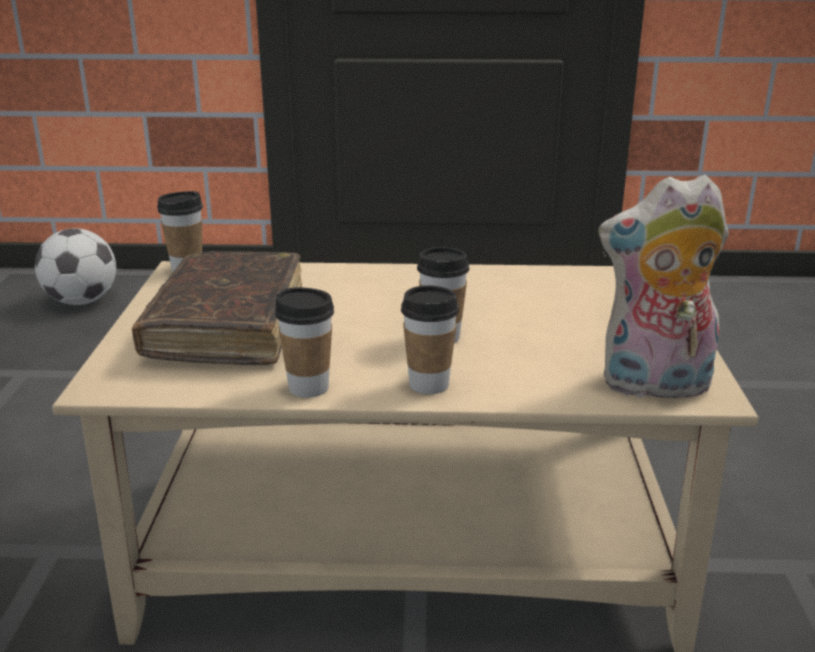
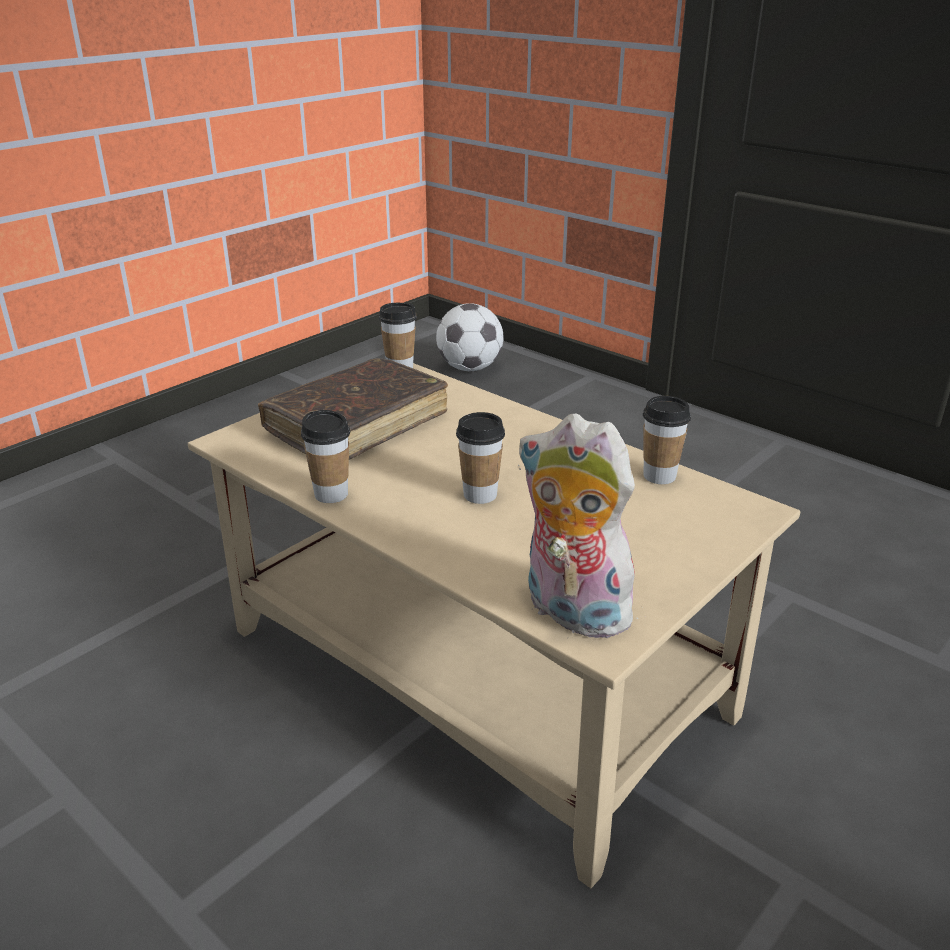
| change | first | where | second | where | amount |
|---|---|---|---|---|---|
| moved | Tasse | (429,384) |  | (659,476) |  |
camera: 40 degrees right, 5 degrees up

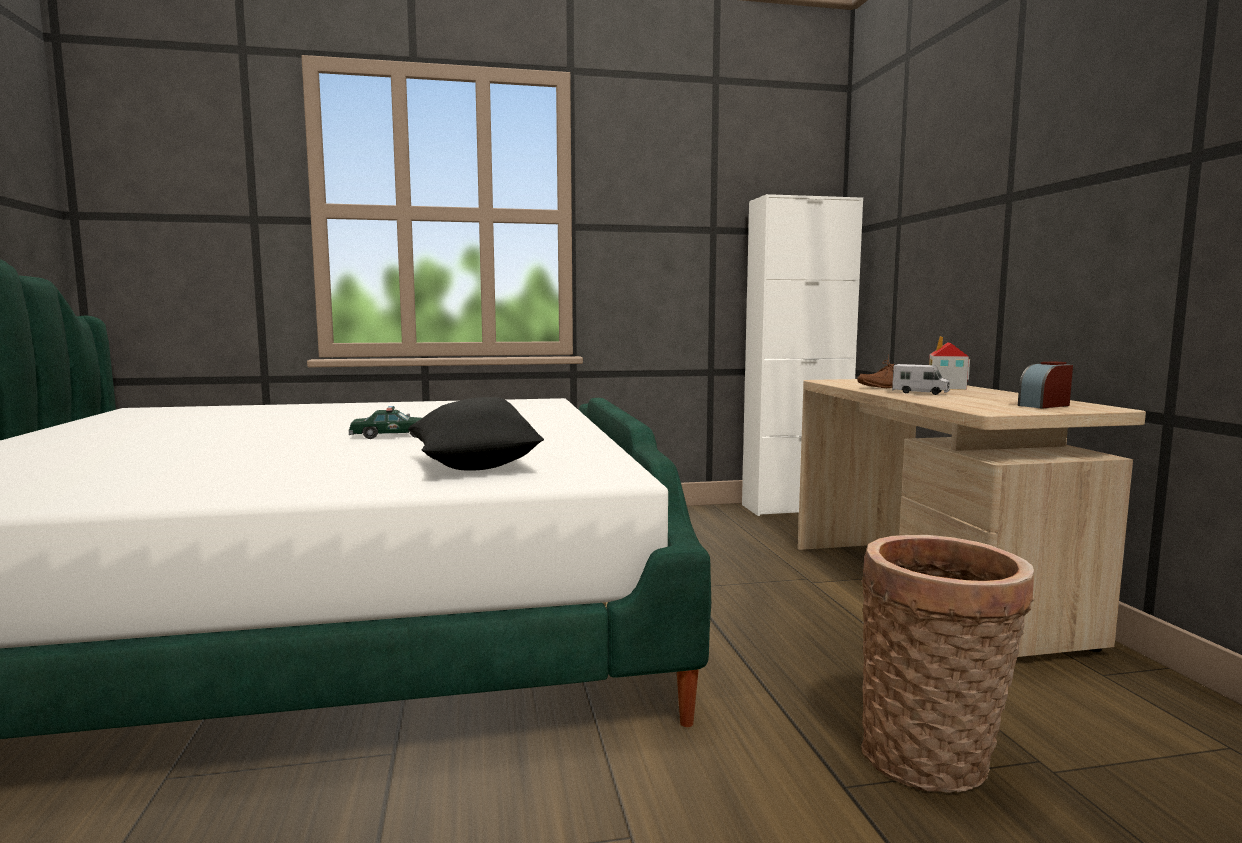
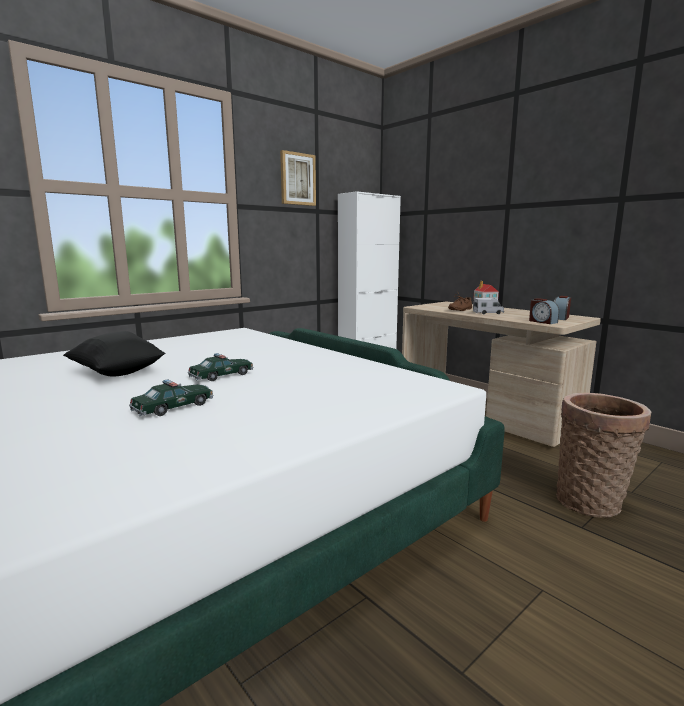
| change | first | where | second | where | amount |
|---|---|---|---|---|---|
| added |  |  | Spielzeugauto | (173,407) |  |
| added |  |  | Bild | (297,179) |  |
| added |  |  | Wecker | (542,322) |  |
| moved | Kissen (schwarz) | (474,466) |  | (117,373) |  |
camera: 30 degrees left, 5 degrees up

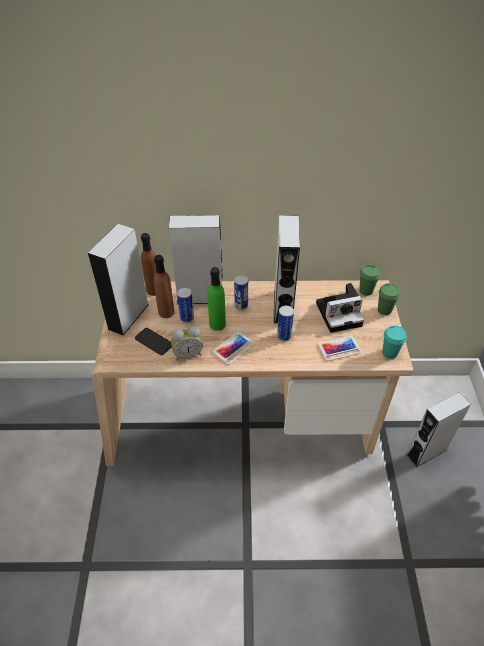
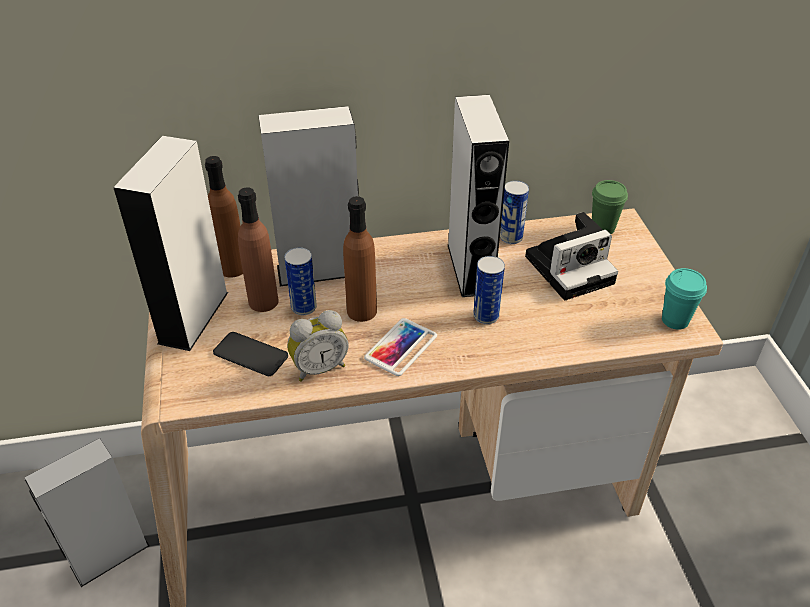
| change | first | where | second | where | amount |
|---|---|---|---|---|---|
| removed | Handy | (339,348) |  |  |  |
| removed | Tasse (grün) | (384,310) |  |  |  |
| moved | Dose | (241,305) |  | (511,237) |  |
| moved | Lautsprecher (grau) | (426,452) |  | (109,555) |  |
| recoloured | Flasche (grün) | (217,324) | Flasche (braun) | (362,311) |  |
camera: 10 degrees left, 5 degrees down

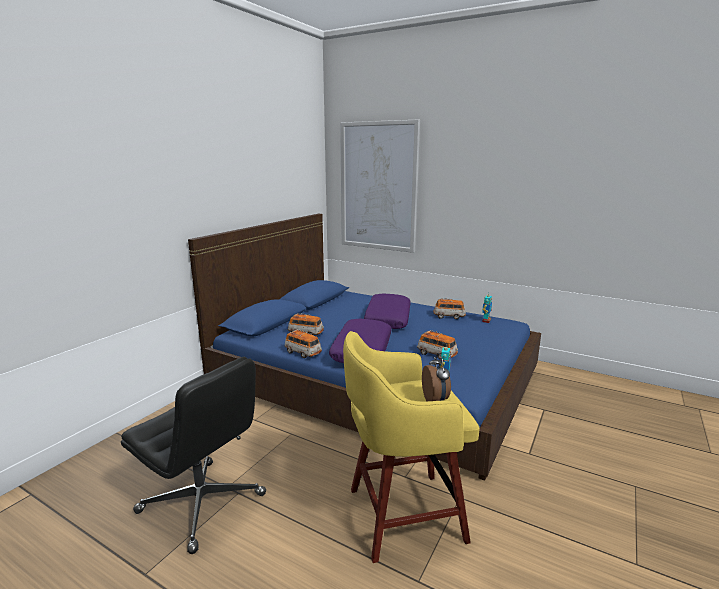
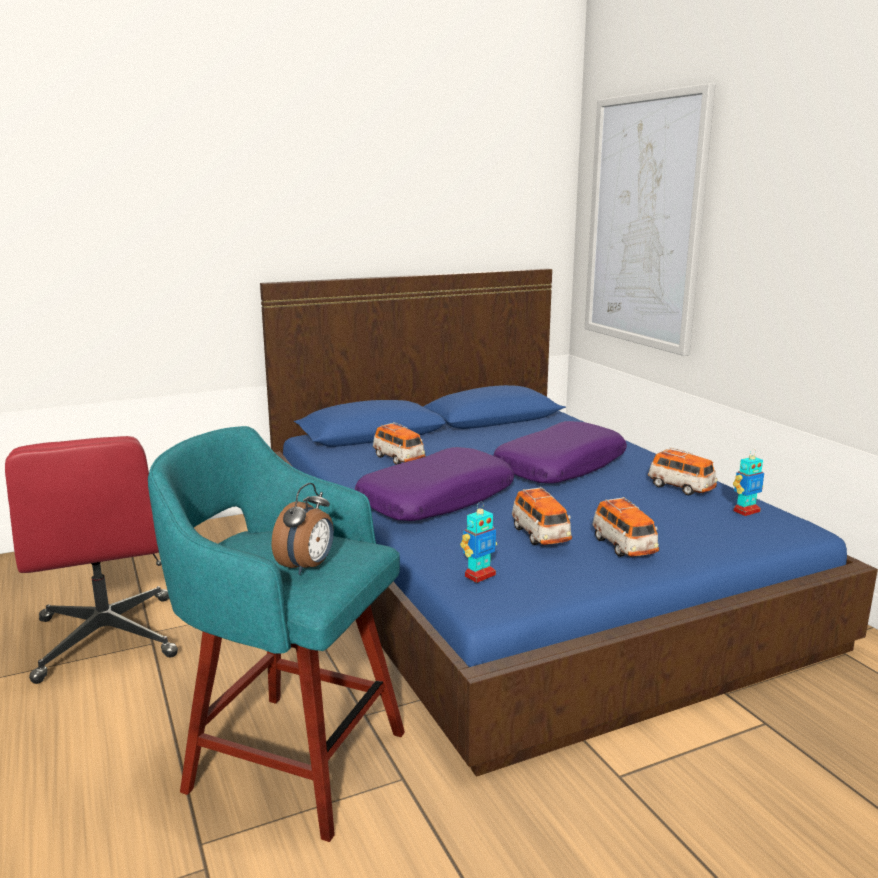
| change | first | where | second | where | amount |
|---|---|---|---|---|---|
| moved | Spielzeugauto | (303,353) |  | (623,546) |  |
| recoloured | Bürostuhl (schwarz) | (203,503) | Bürostuhl (rot) | (107,639) |  |
| recoloured | Hocker (gelb) | (401,515) | Hocker (türkis) | (291,758) |  |
camera: 35 degrees right, 0 degrees up

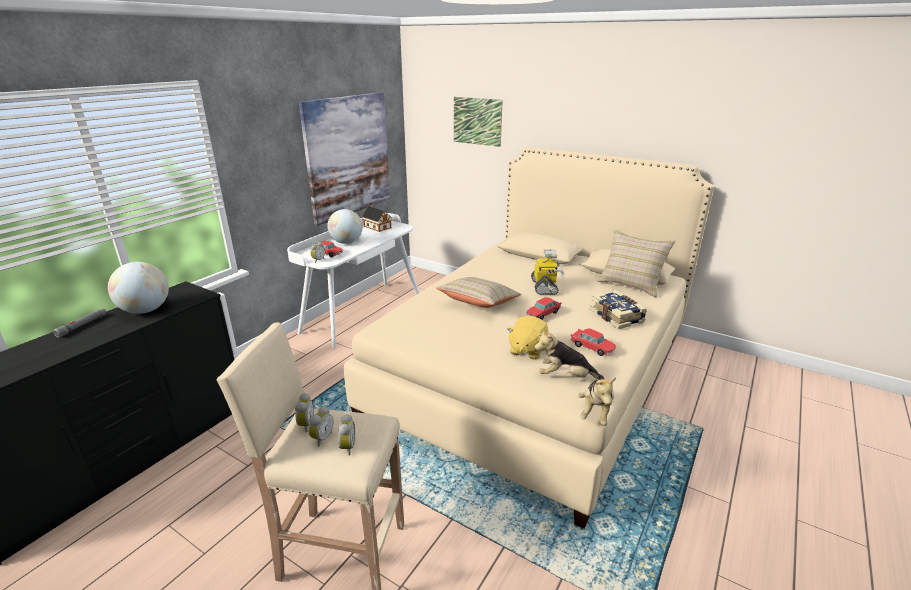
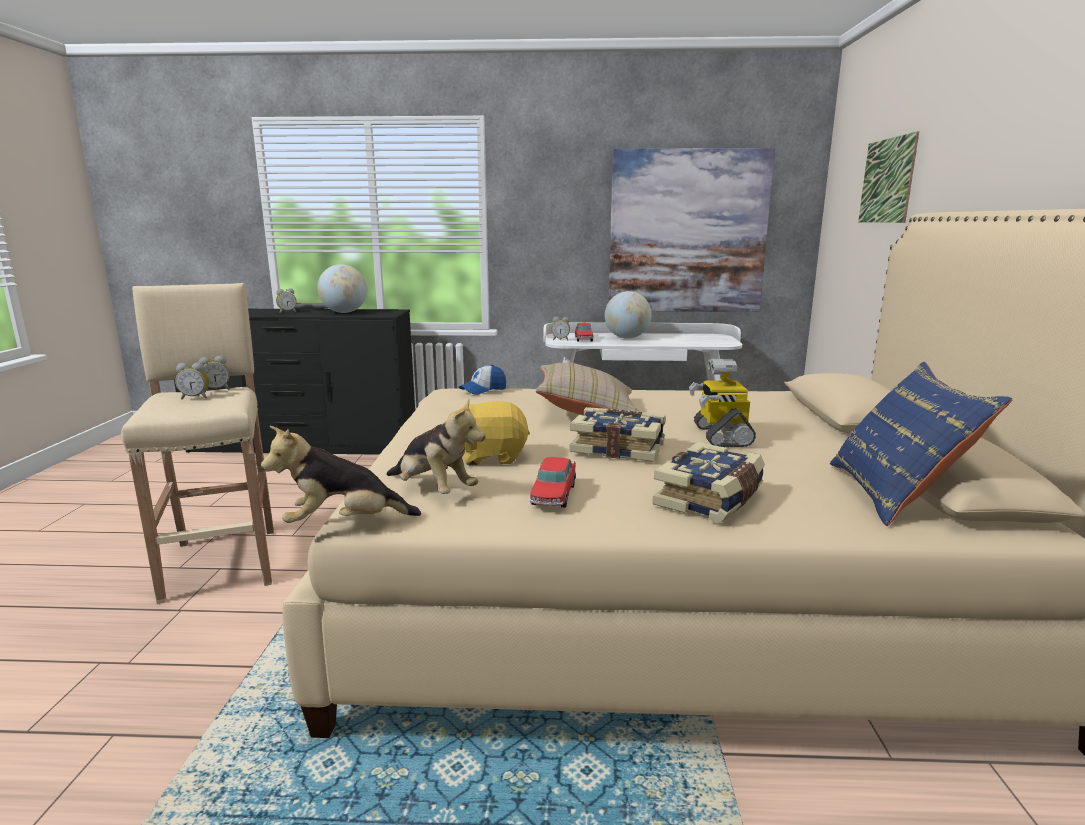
| change | first | where | second | where | amount |
|---|---|---|---|---|---|
| removed | Spielzeughaus | (377,227) |  |  |  |
| added |  |  | Kappe | (483,390) |  |
| moved | Wecker | (346,447) |  | (287,312) |  |
| replaced | Spielzeugauto | (543,314) | Buch | (618,448) |  |
| recoloured | Kissen (beige) | (631,284) | Kissen (blau) | (896,495) |  |
| turned | Spielzeugroboter | (545,287) |  | (720,435) | 120 degrees clockwise |
| turned | Plüschtier | (565,377) |  | (434,490) | 150 degrees clockwise |
camera: 60 degrees right, 10 degrees down

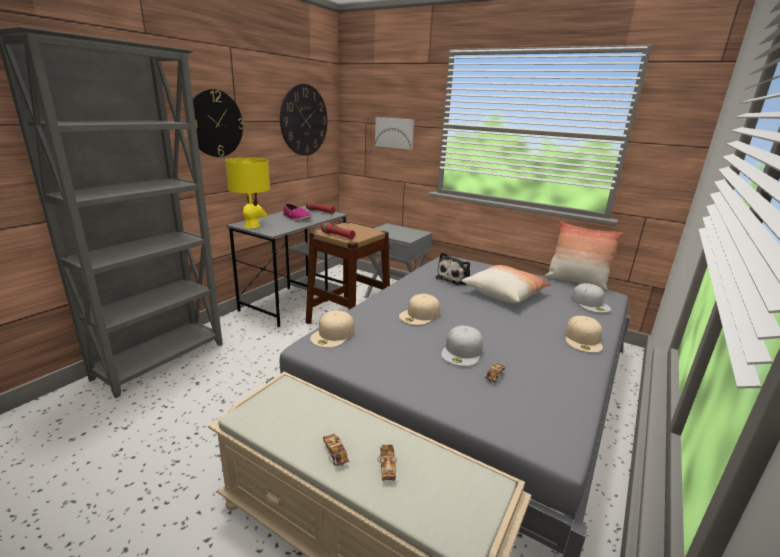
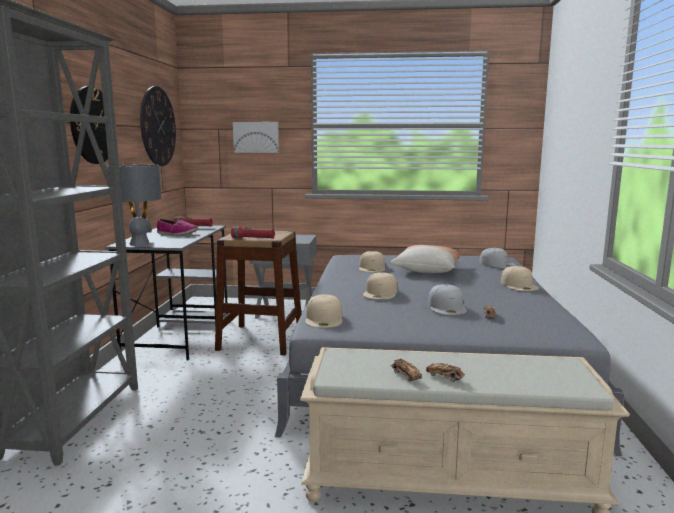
| change | first | where | second | where | amount |
|---|---|---|---|---|---|
| removed | Kissen | (576,282) |  |  |  |
| moved | Spielzeugauto | (387,467) |  | (406,376) |  |
| replaced | Plüschtier | (455,279) | Kappe (beige) | (372,267) |  |
| recoloured | Tischlampe (gelb) | (252,226) | Tischlampe (grau) | (140,243) |  |
camera: 25 degrees left, 10 degrees down

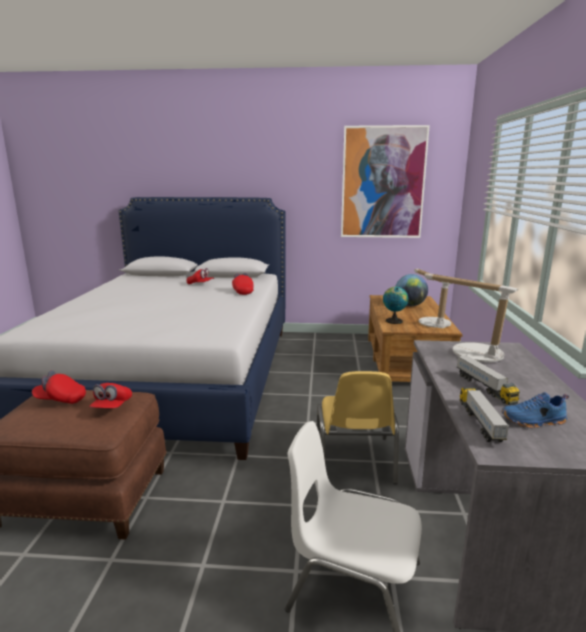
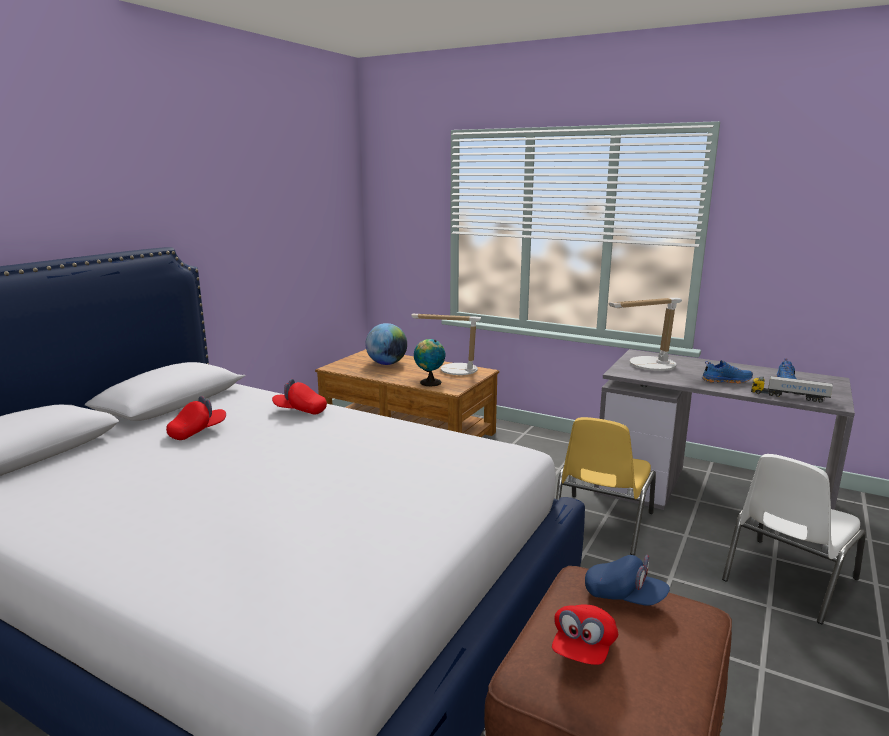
| change | first | where | second | where | amount |
|---|---|---|---|---|---|
| removed | Bild | (382,183) |  |  |  |
| replaced | Spielzeuglaster | (484,388) | Schuh (blau) | (725,380) |  |
| recoloured | Kappe (rot) | (112,407) | Kappe (blau) | (624,597) |  |
| turned | Stuhl (gelb) | (354,460) |  | (601,524) | 90 degrees clockwise |
camera: 65 degrees left, 0 degrees up

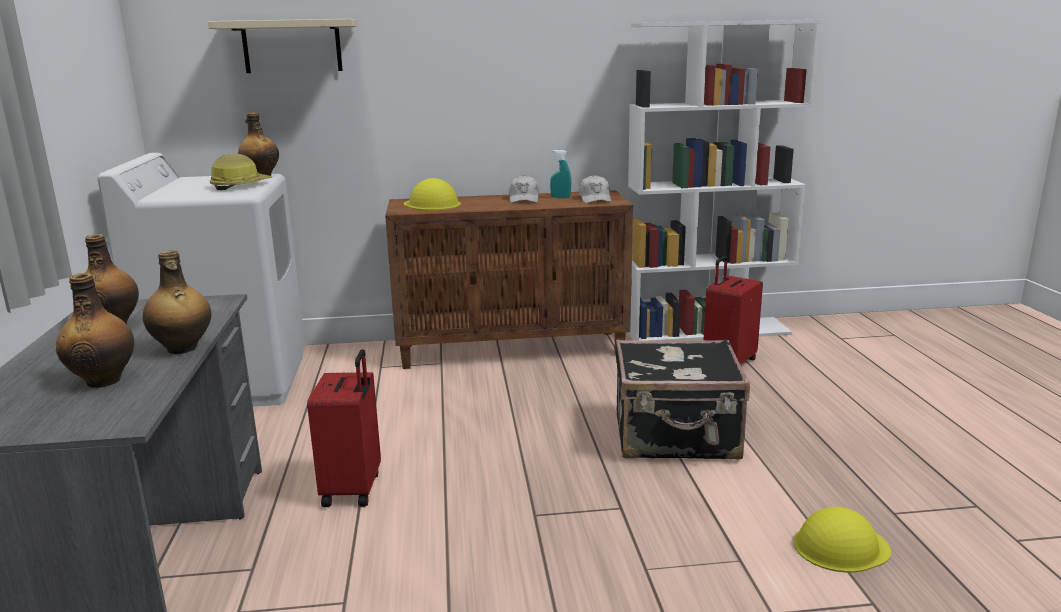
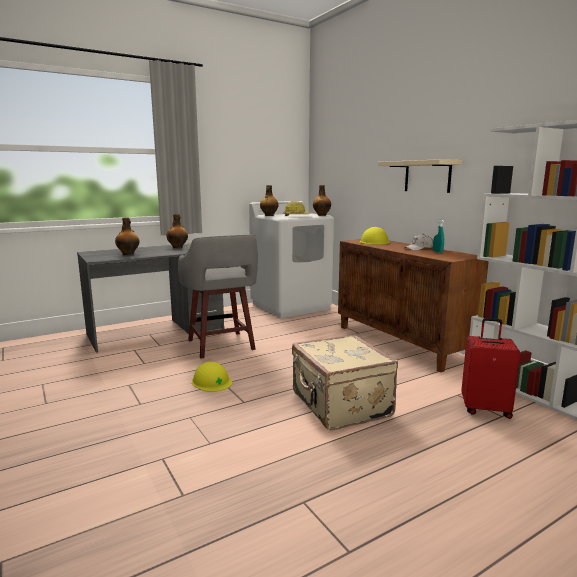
| change | first | where | second | where | amount |
|---|---|---|---|---|---|
| removed | Kappe (weiß) | (595,199) |  |  |  |
| moved | Flasche | (182,349) |  | (269,215) |  |
| moved | Wandregal (beige) | (292,46) |  | (427,176) |  |
| moved | Schutzhelm (gelb) | (840,546) |  | (211,381) |  |
| replaced | Koffer (rot) | (354,489) | Hocker (grau) | (221,346) |  |
| recoloured | Koffer (schwarz) | (676,437) | Koffer (beige) | (339,406) |  |
camera: 65 degrees right, 5 degrees down

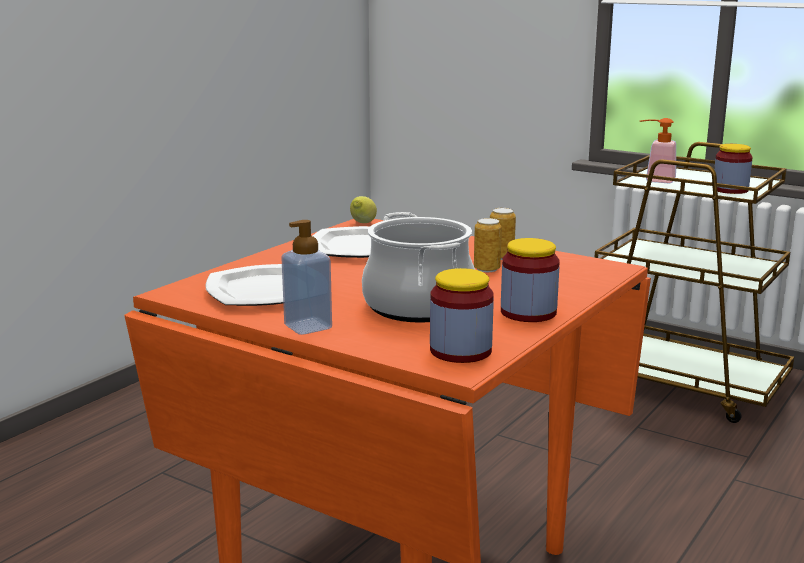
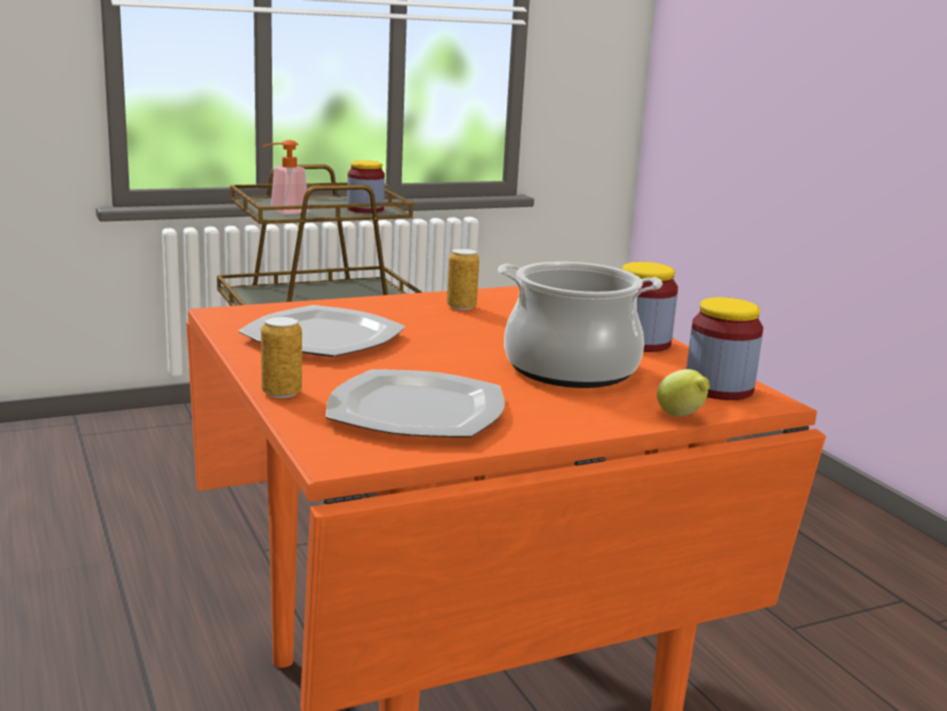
| change | first | where | second | where | amount |
|---|---|---|---|---|---|
| removed | Seifenspender | (308,327) |  |  |  |
| moved | Zitrone | (362,224) |  | (681,417) |  |
| moved | Dose | (486,269) |  | (281,392) |  |
camera: 60 degrees left, 0 degrees up

